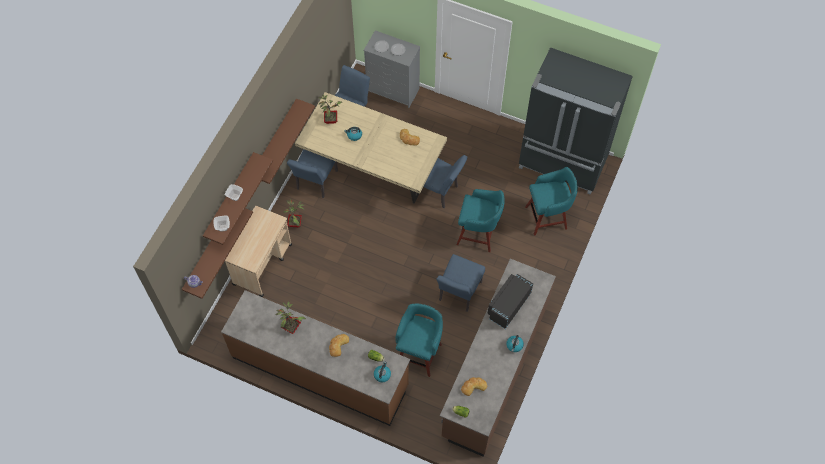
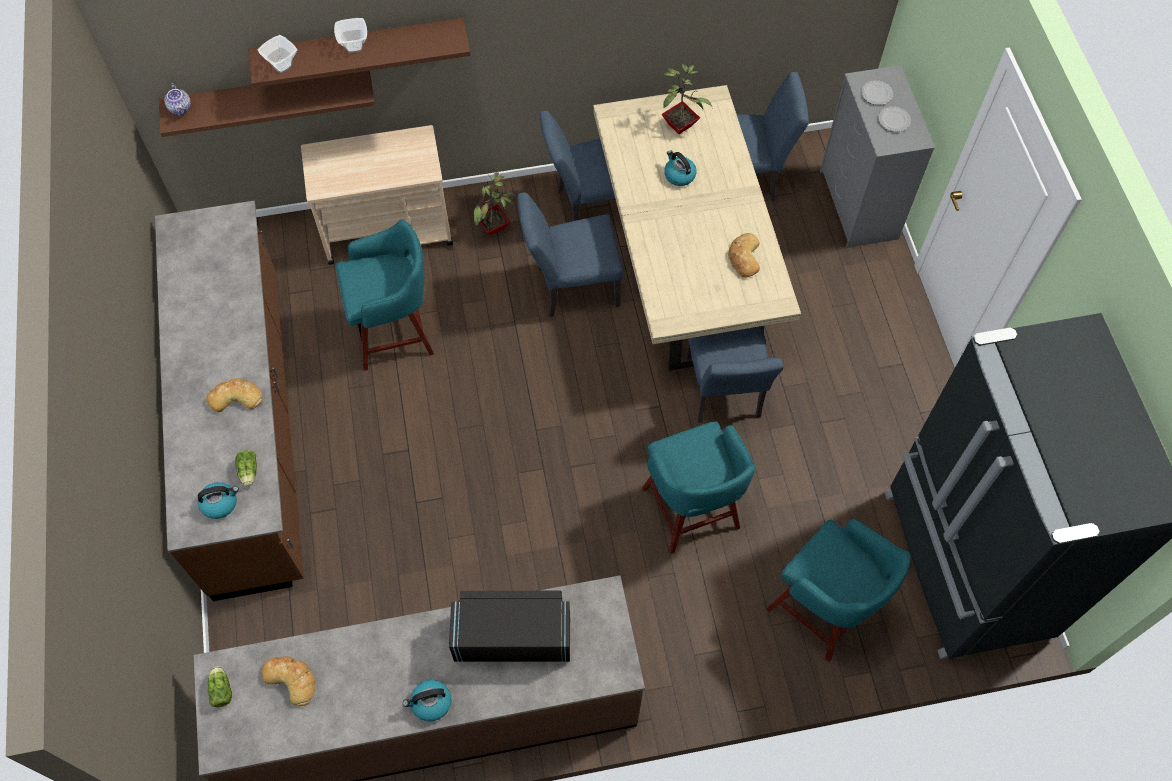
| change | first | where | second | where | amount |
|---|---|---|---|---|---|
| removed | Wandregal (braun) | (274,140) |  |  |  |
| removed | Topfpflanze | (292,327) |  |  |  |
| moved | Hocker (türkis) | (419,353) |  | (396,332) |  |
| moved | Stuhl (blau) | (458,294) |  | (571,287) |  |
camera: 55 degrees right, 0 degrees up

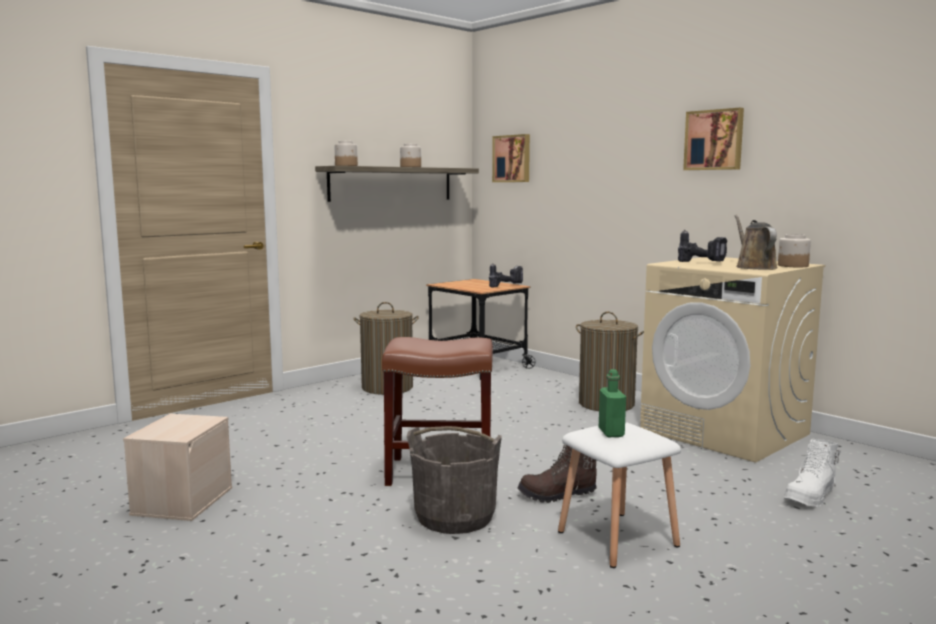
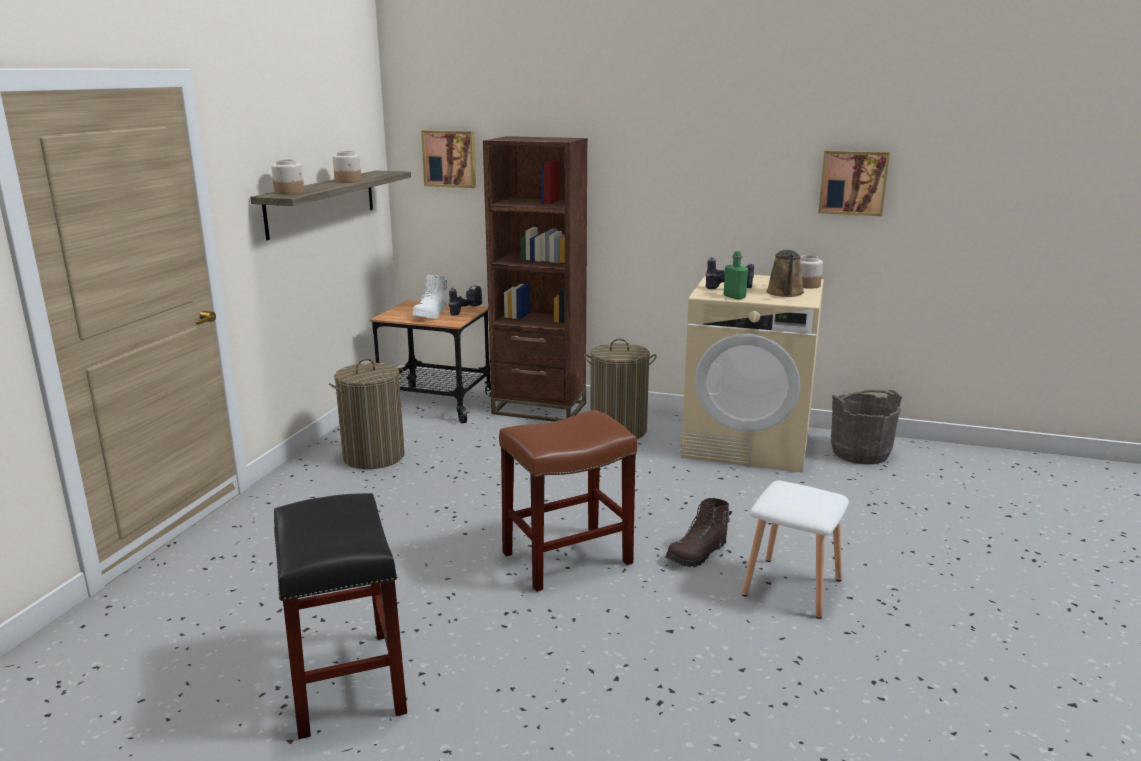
| change | first | where | second | where | amount |
|---|---|---|---|---|---|
| added |  |  | Bücherregal (braun) | (539,408) |  |
| moved | Eimer (grau) | (455,517) |  | (860,453) |  |
| moved | Flasche (grün) | (611,433) |  | (734,296) |  |
| moved | Bild | (714,140) |  | (853,182) |  |
| moved | Stiefel (weiß) | (811,497) |  | (431,314) |  |
| replaced | Aufbewahrungsbox (beige) | (182,500) | Hocker (schwarz) | (345,681) |  |
| turned | Gießkanne (braun) | (754,267) |  | (785,293) | 135 degrees counterclockwise |
camera: 30 degrees left, 10 degrees up

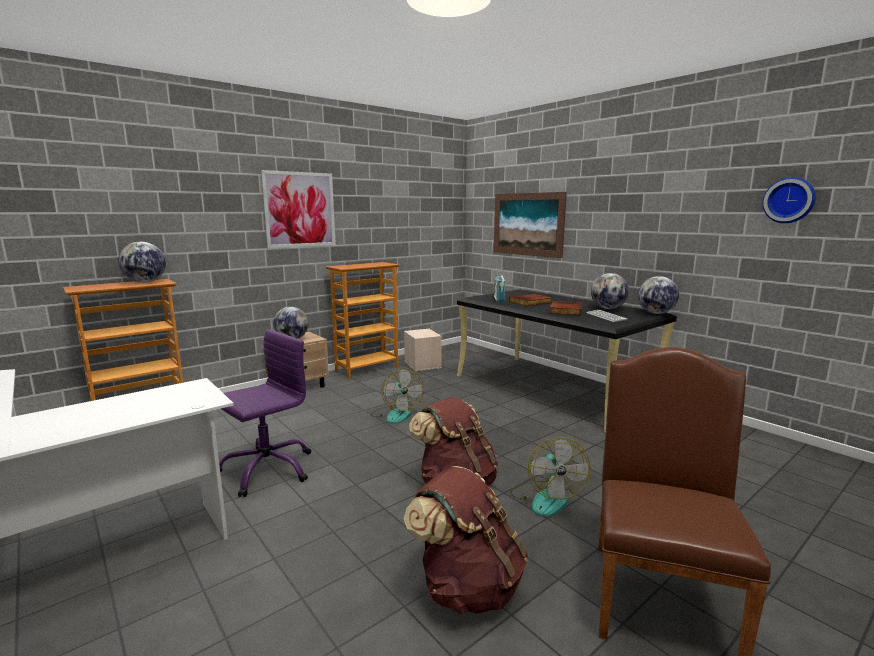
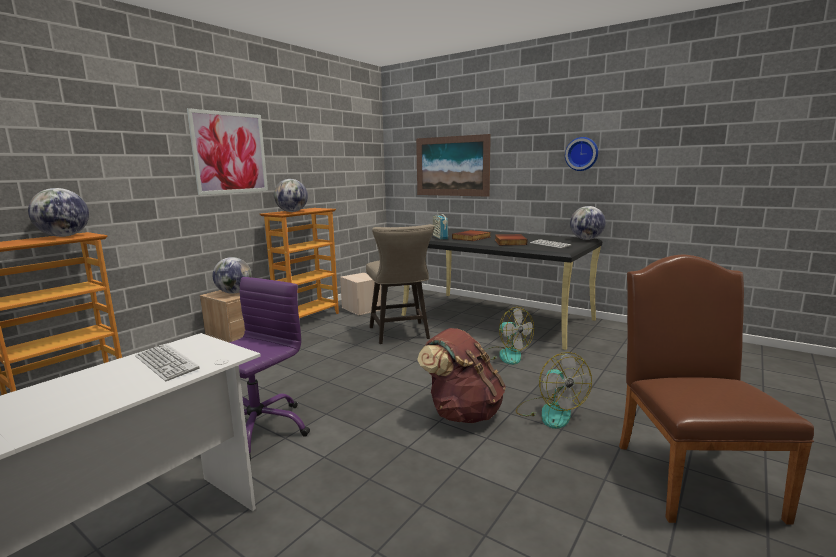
| change | first | where | second | where | amount |
|---|---|---|---|---|---|
| removed | Rucksack (braun) | (467,586) |  |  |  |
| added |  |  | Tastatur | (166,363) |  |
| added |  |  | Hocker (beige) | (401,334) |  |
| moved | Ventilator | (396,414) |  | (504,355) |  |
| moved | Globus | (608,308) |  | (292,212) |  |
| moved | Wanduhr | (789,200) |  | (582,154) |  |
camera: 15 degrees left, 0 degrees up

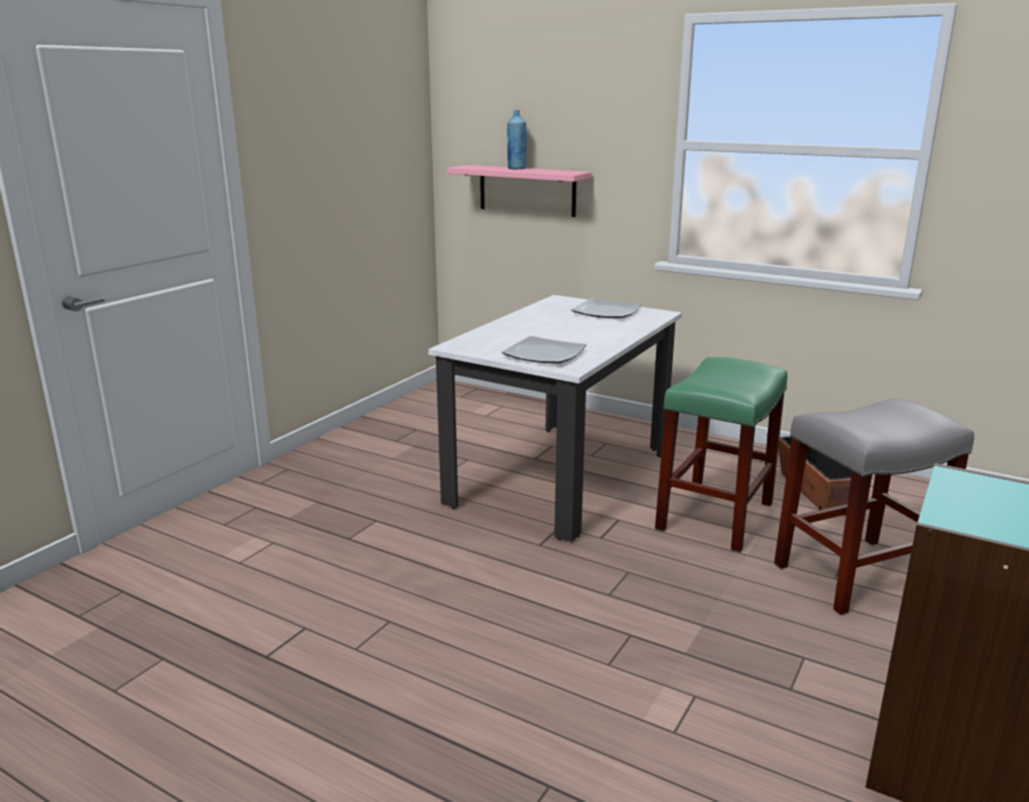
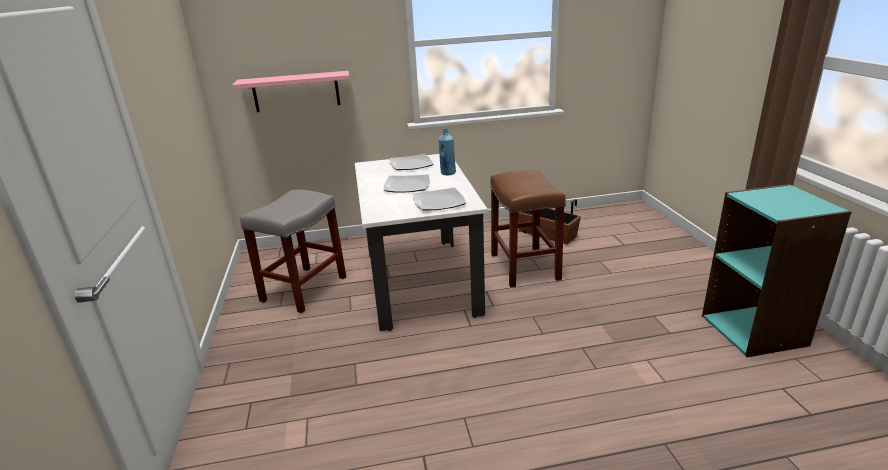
| change | first | where | second | where | amount |
|---|---|---|---|---|---|
| added |  |  | Teller | (407,185) |  |
| moved | Flasche (blau) | (516,169) |  | (448,173) |  |
| moved | Hocker (grau) | (857,574) |  | (304,288) |  |
| recoloured | Hocker (grün) | (715,517) | Hocker (braun) | (525,267) |  |
camera: 40 degrees left, 5 degrees up

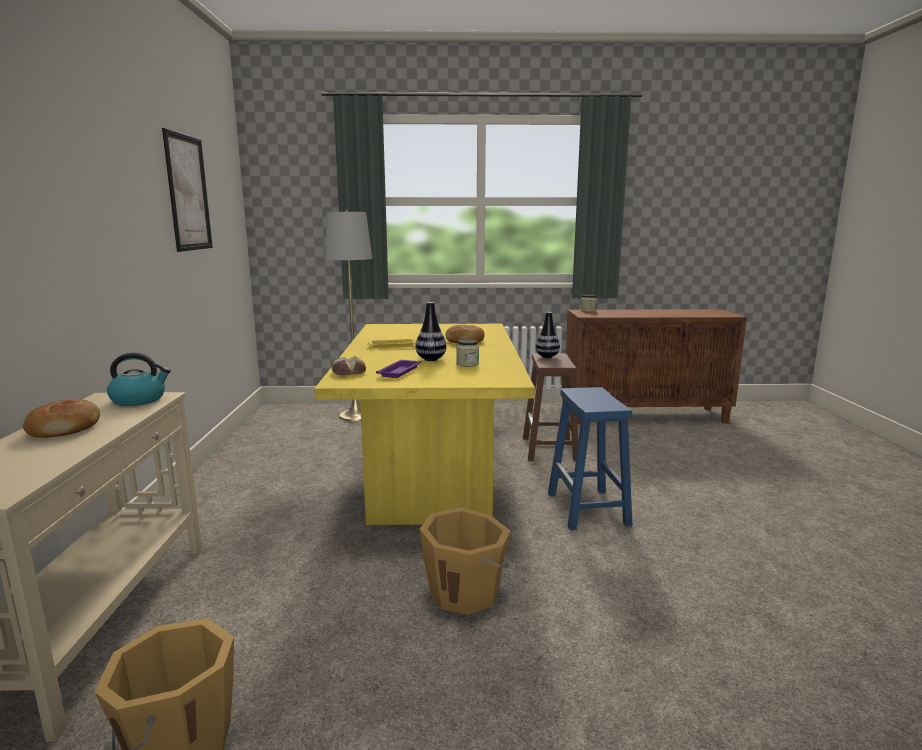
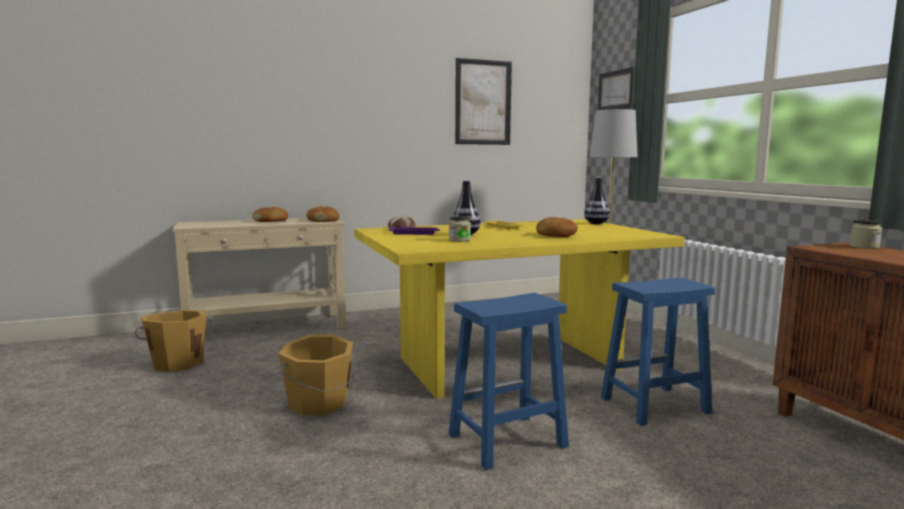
| change | first | where | second | where | amount |
|---|---|---|---|---|---|
| added |  |  | Bild | (616,90) |  |
| moved | Vase | (547,357) |  | (596,223) |  |
| replaced | Wasserkessel | (139,400) | Brot | (323,220) |  |
| recoloured | Hocker (braun) | (550,449) | Hocker (blau) | (653,405) |  |
camera: 70 degrees right, 5 degrees down

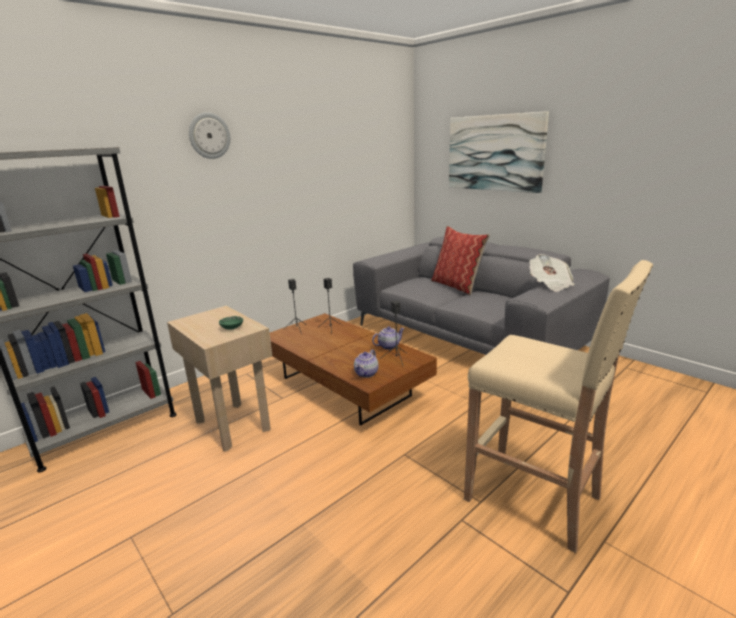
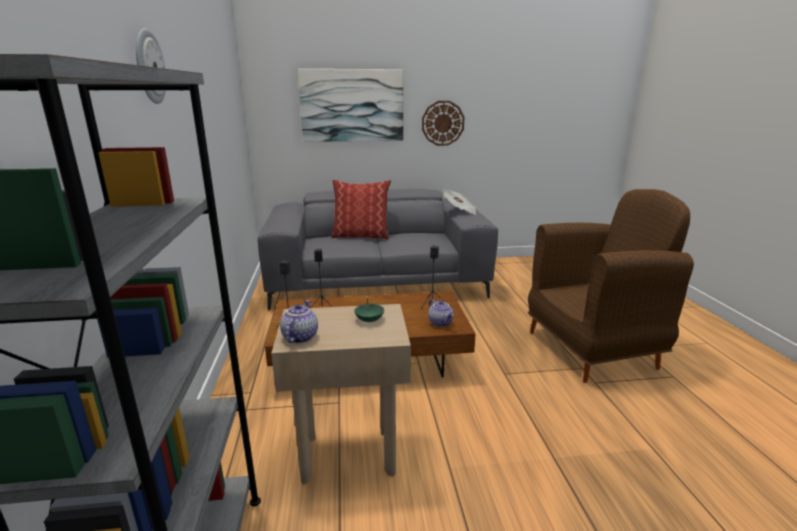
| change | first | where | second | where | amount |
|---|---|---|---|---|---|
| added |  |  | Wanduhr | (442,123) |  |
| moved | Teekanne | (388,346) |  | (299,337) |  |
| replaced | Hocker (beige) | (535,499) | Sessel (braun) | (592,349) |  |
camera: 55 degrees left, 0 degrees up

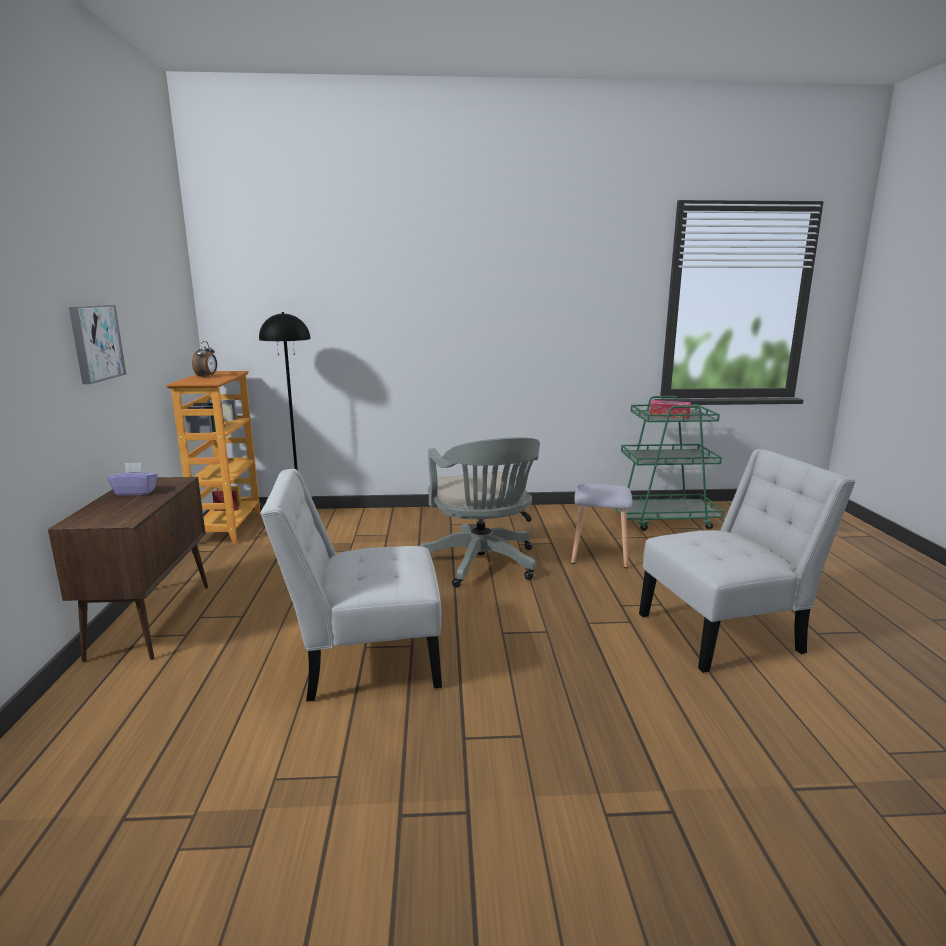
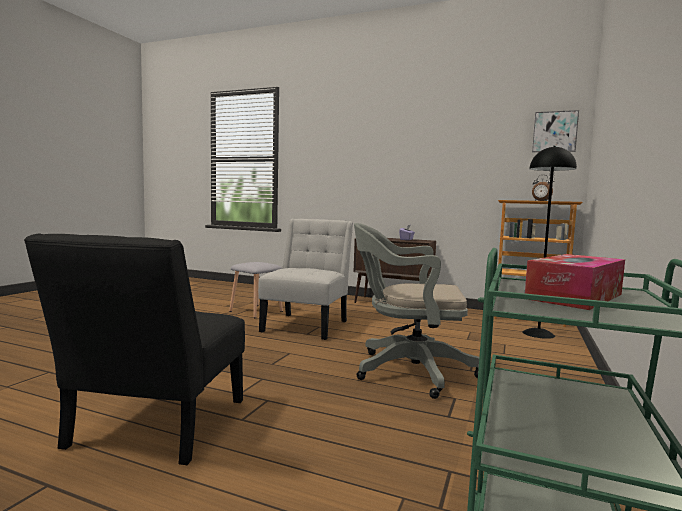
| change | first | where | second | where | amount |
|---|---|---|---|---|---|
| moved | Bild | (95,343) |  | (554,132) |  |
| moved | Hocker (grau) | (600,555) |  | (255,311) |  |
| recoloured | Stuhl (weiß) | (726,632) | Stuhl (schwarz) | (154,428) |  |
camera: 115 degrees right, 10 degrees down

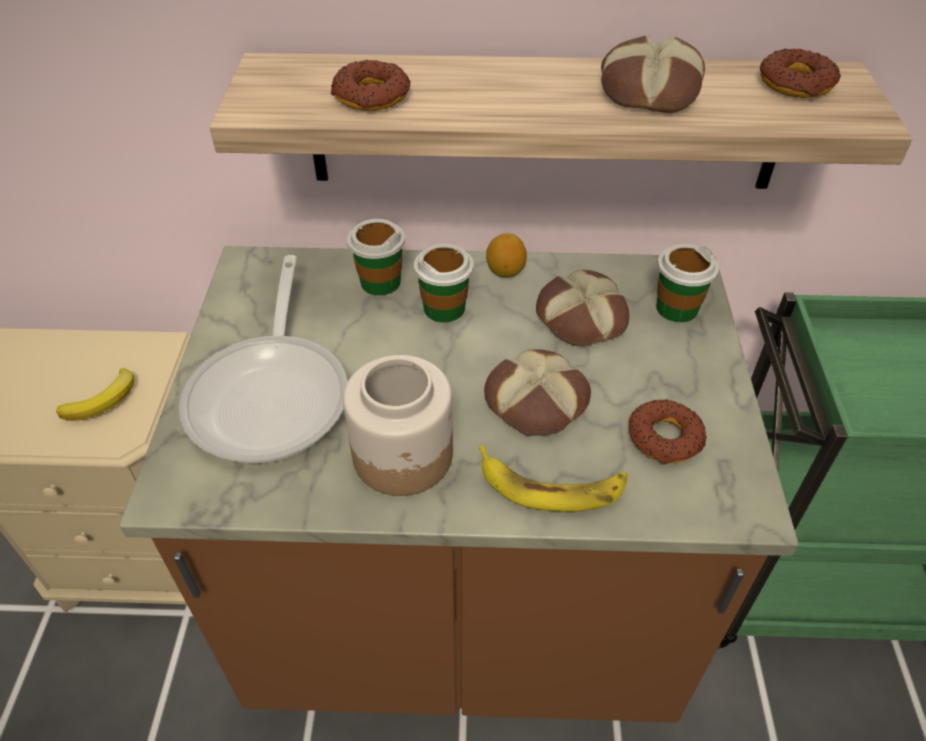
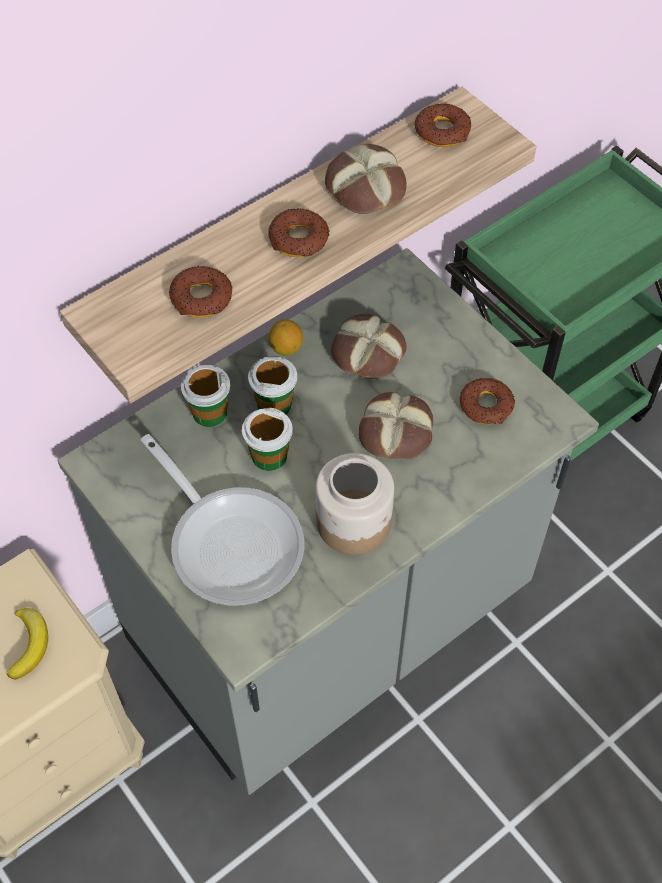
| change | first | where | second | where | amount |
|---|---|---|---|---|---|
| removed | Banane | (551,485) |  |  |  |
| added |  |  | Donut | (298,239) |  |
| moved | Tasse | (676,308) |  | (269,456) |  |
| recoloured | Küchenzeile (braun) | (463,618) | Küchenzeile (grau) | (331,621) |  |
camera: 40 degrees left, 10 degrees up

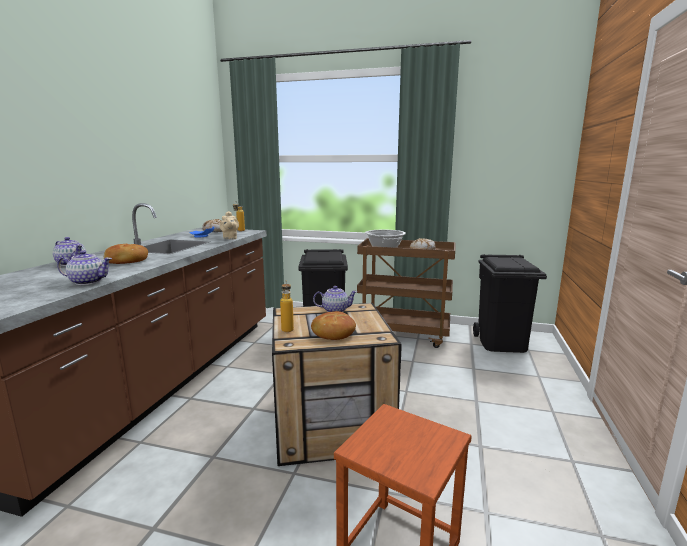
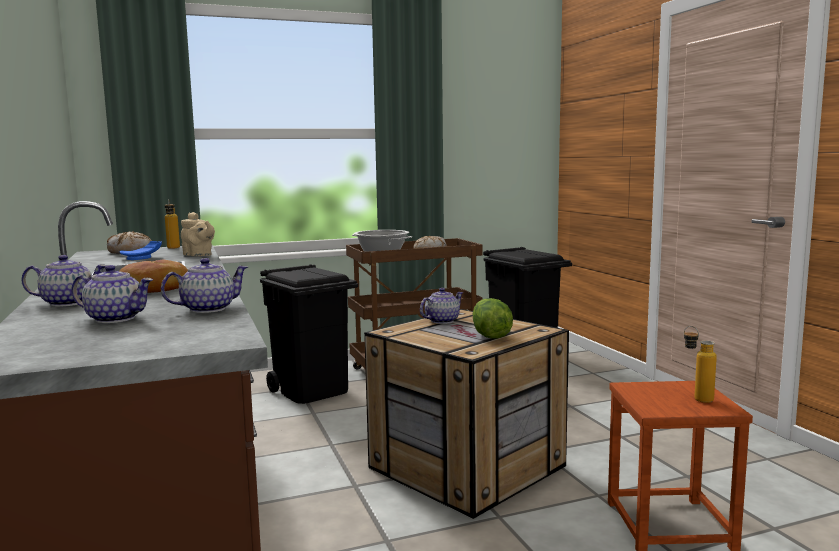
| change | first | where | second | where | amount |
|---|---|---|---|---|---|
| added |  |  | Teekanne | (115,318) |  |
| moved | Flasche | (287,328) |  | (696,398) |  |
| replaced | Brot | (333,333) | Salatkopf | (490,336) |  |
camera: 35 degrees left, 5 degrees down

